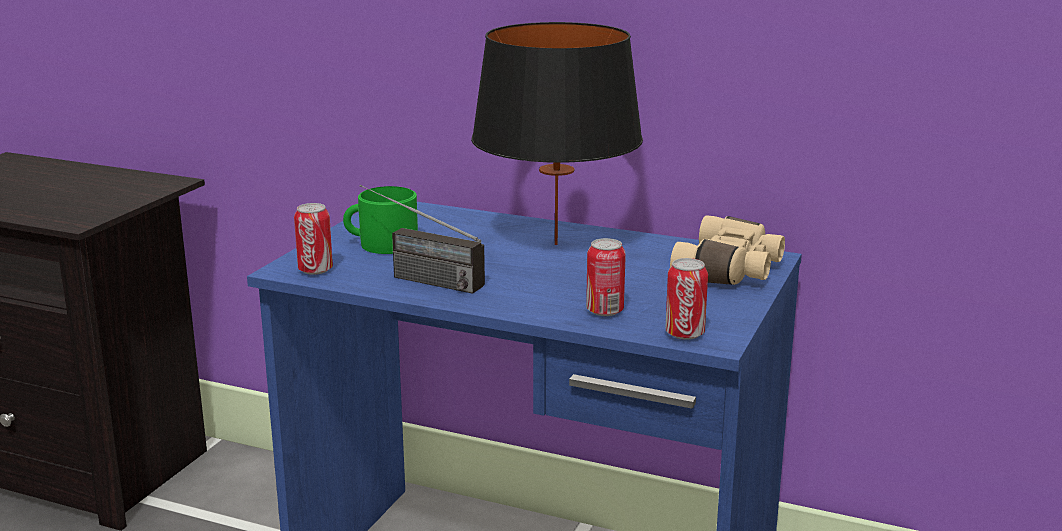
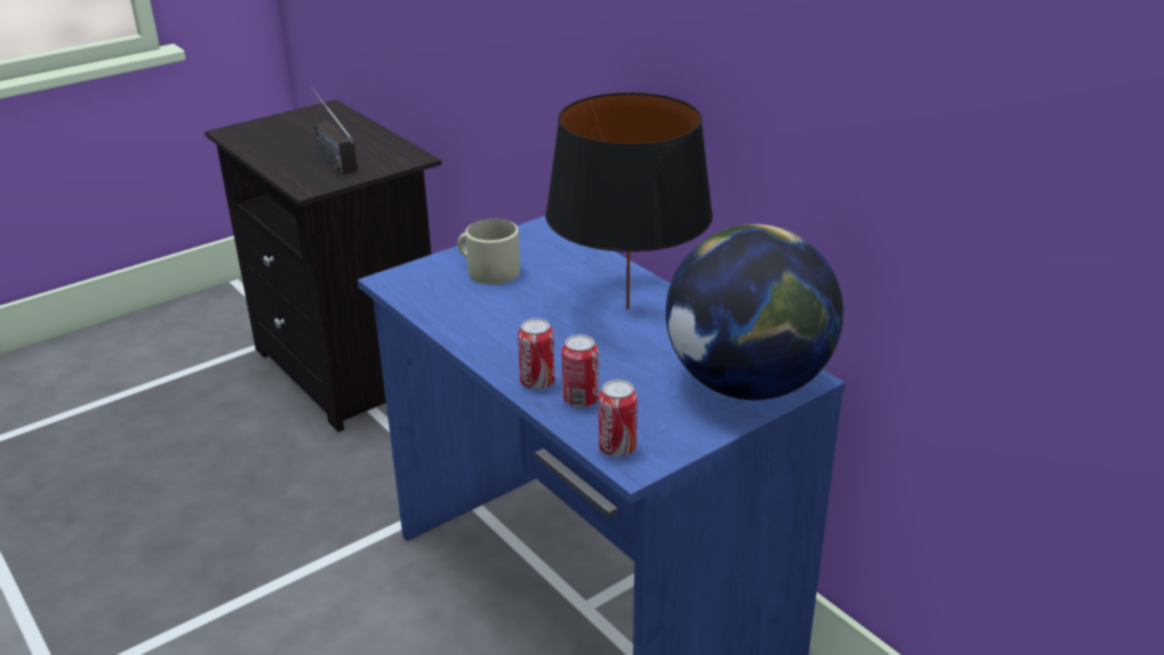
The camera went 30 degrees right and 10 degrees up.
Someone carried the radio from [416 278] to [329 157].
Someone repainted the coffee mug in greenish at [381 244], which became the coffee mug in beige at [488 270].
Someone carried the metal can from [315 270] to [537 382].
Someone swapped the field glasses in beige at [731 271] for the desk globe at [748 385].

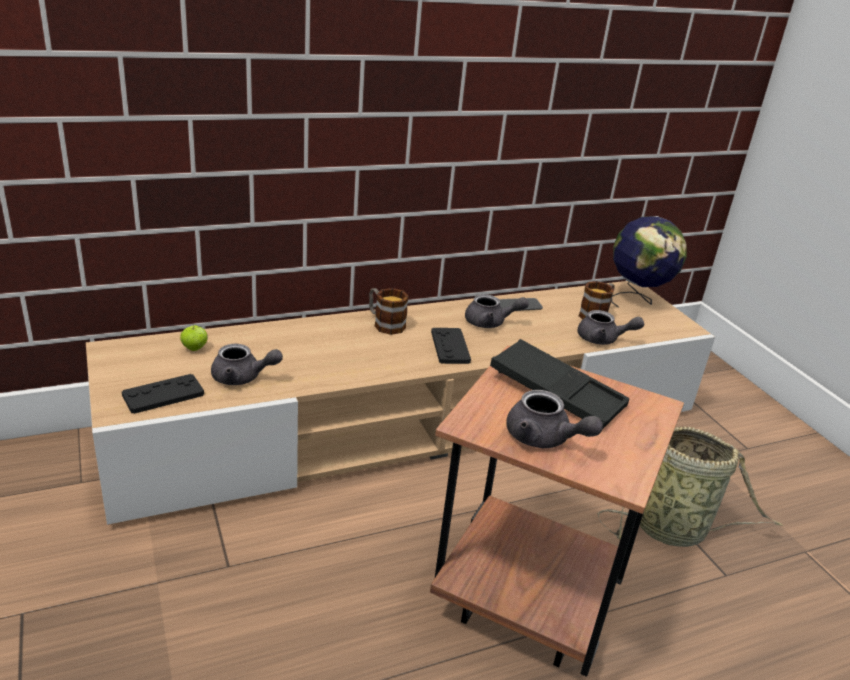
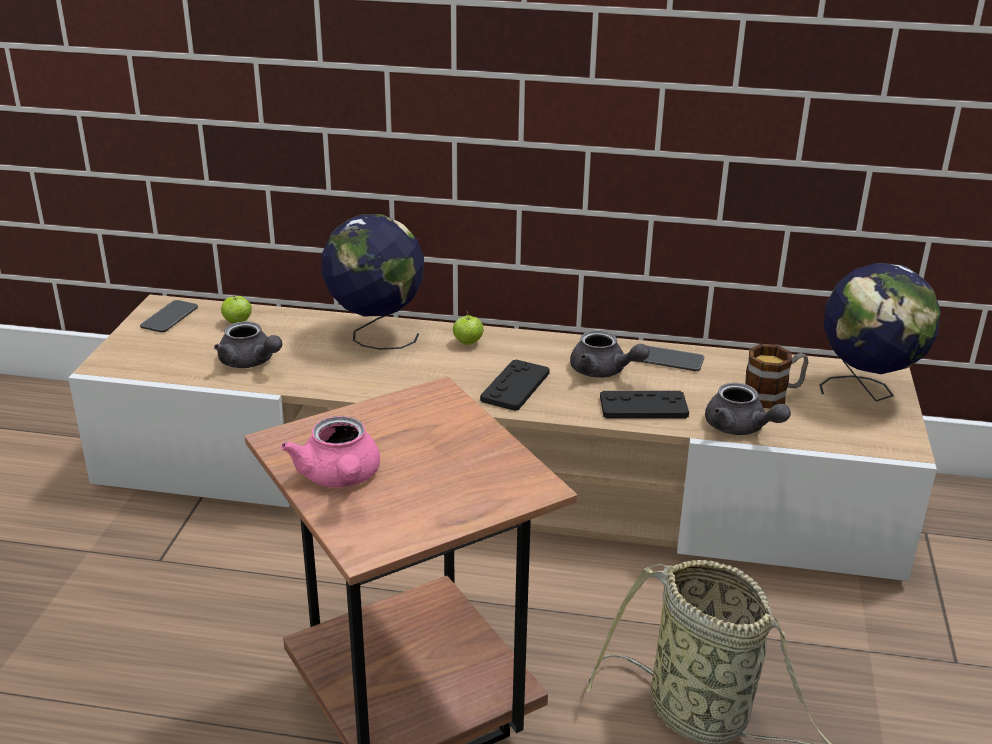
The camera went 35 degrees right and 0 degrees up.
Someone put down the phone at [169 317].
Someone repainted the teapot in gray at [544 439], which became the teapot in pinkish at [340 478].
Someone put down the desk globe at [375 335].
Someone swapped the coffee mug at [385 323] for the apple fruit at [468 343].
Someone carried the joypad in blackish from [163 395] to [643 407].
Someone took away the tray in blackish at [556 392].

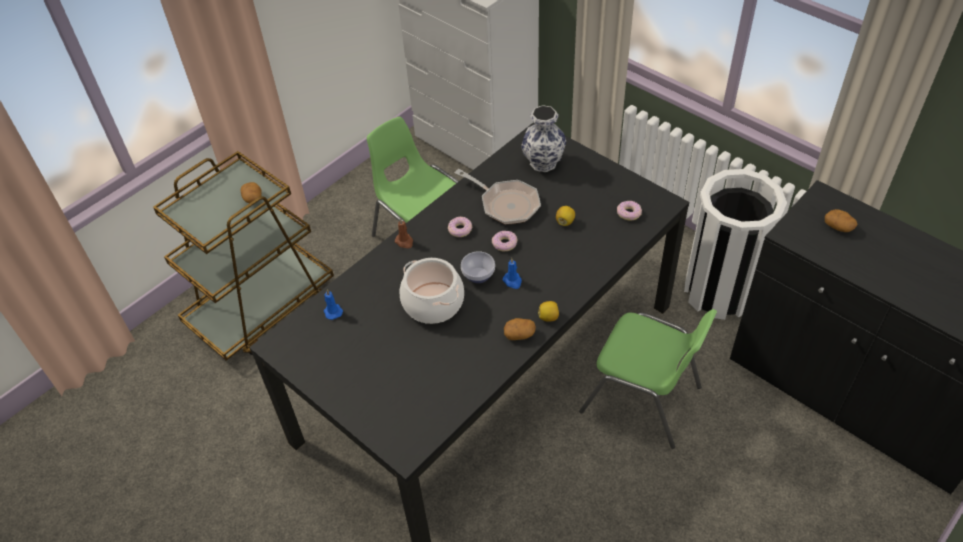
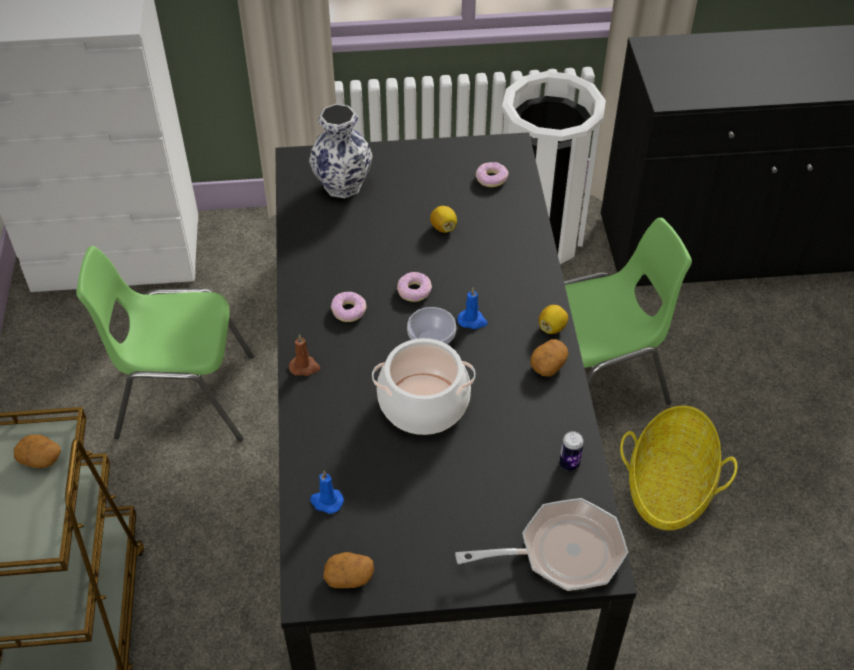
The camera went 50 degrees left and 0 degrees up.
Someone carried the potato from [838 226] to [349 576].
Someone carried the frying pan from [506 204] to [562 552].
Someone put down the metal can at [569 464].
Someone put down the household basket at [669 487].

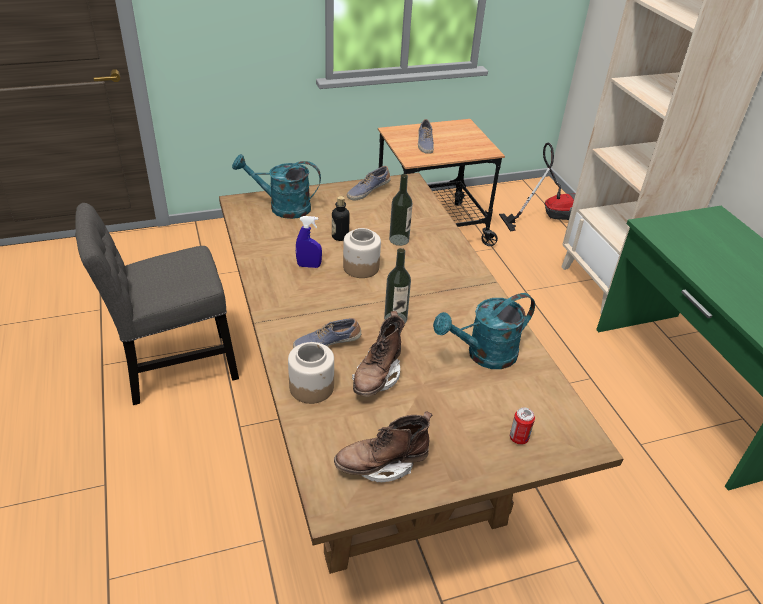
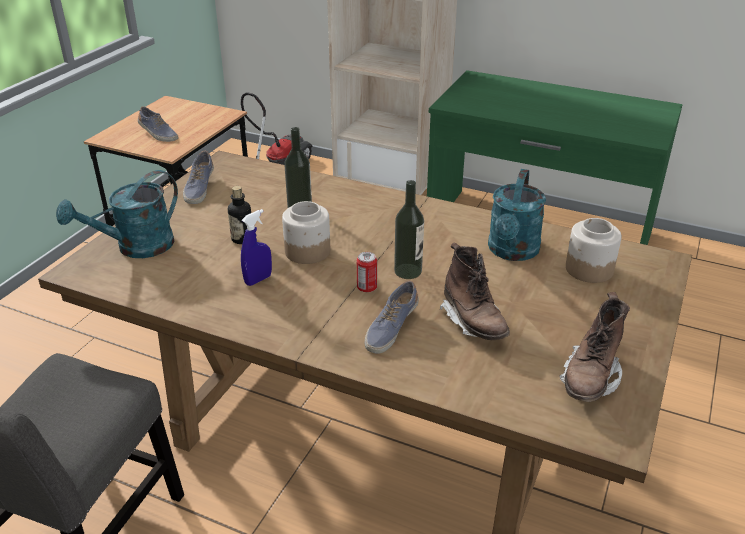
The camera went 45 degrees left and 5 degrees down.
Someone carried the metal can from [518 438] to [367 288].
Someone carried the preserve jar from [312 387] to [588 269].

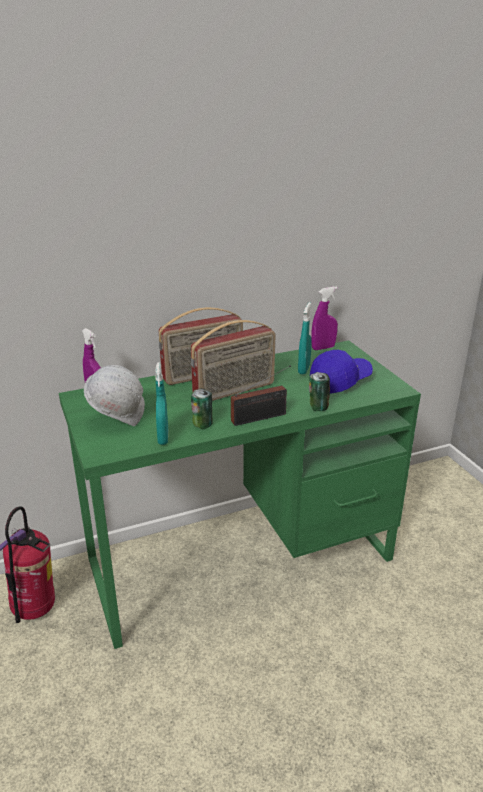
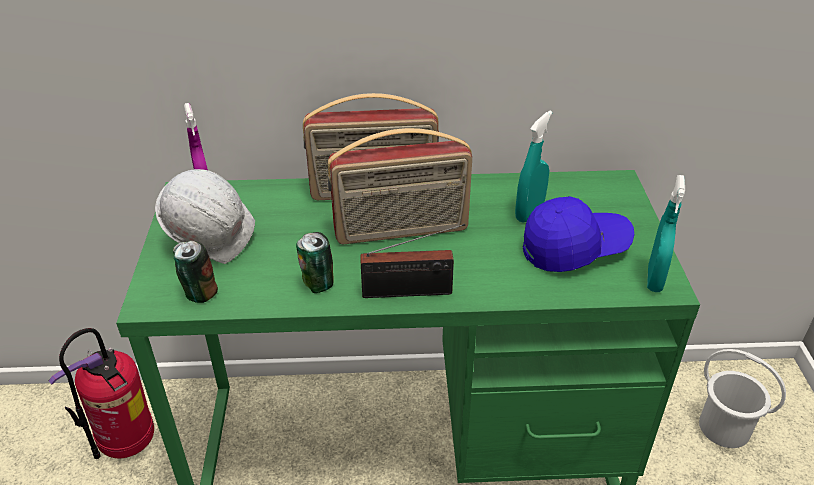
The camera went 20 degrees right and 10 degrees up.
Someone carried the metal can from [318 407] to [199 294].
Someone carried the spray bottle in turquoise from [163 438] to [654 279].
Someone put down the pail in whitish at [724 426].
Someone took away the spray bottle in purple at [323 348].

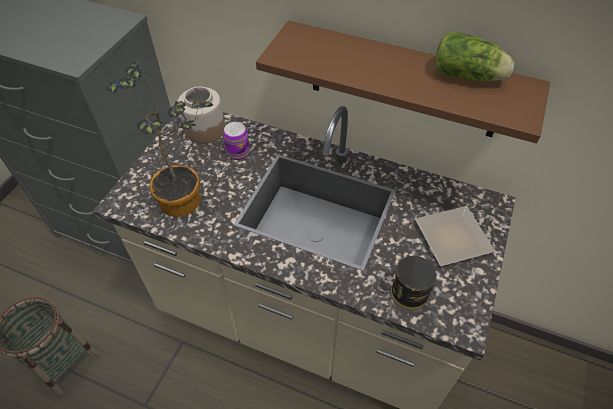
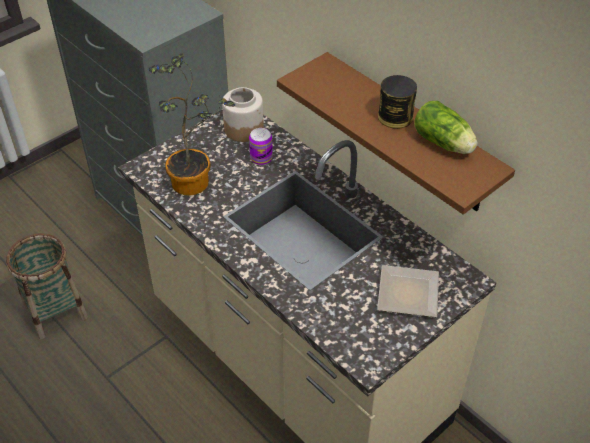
The camera went 25 degrees right and 5 degrees down.
Someone carried the metal can from [409 293] to [395 117].

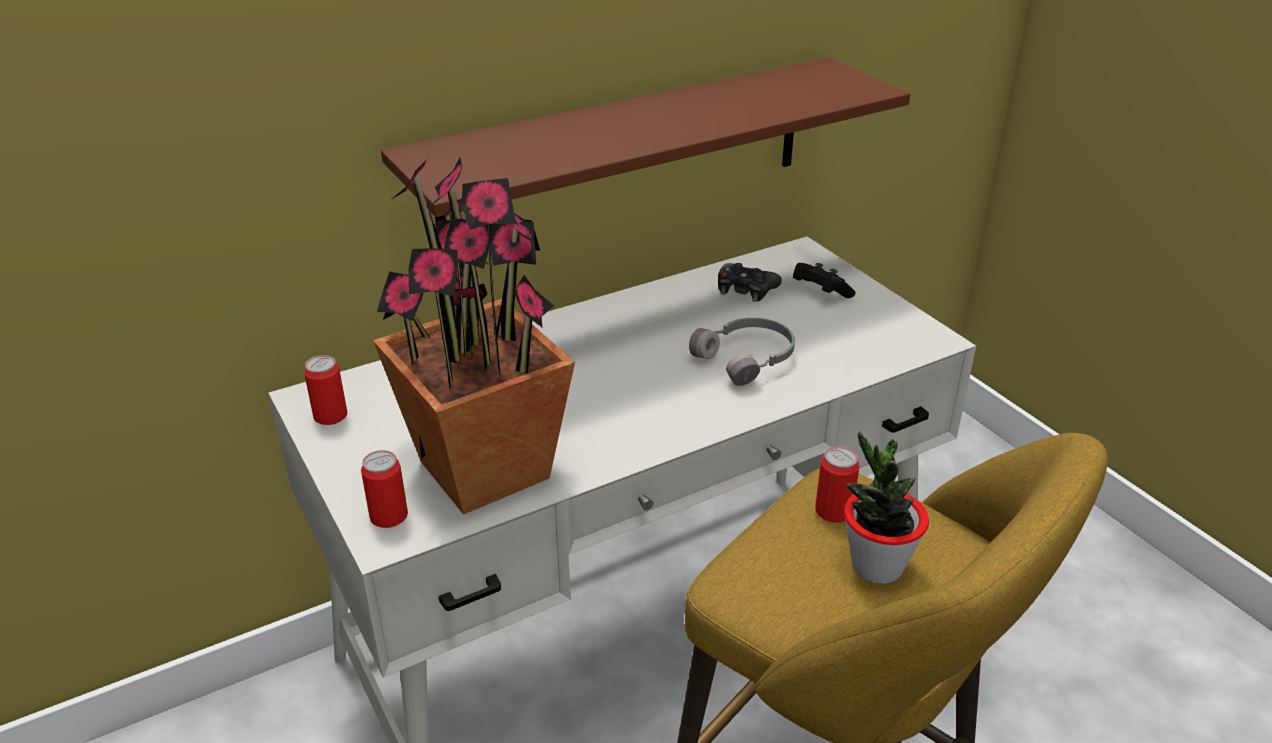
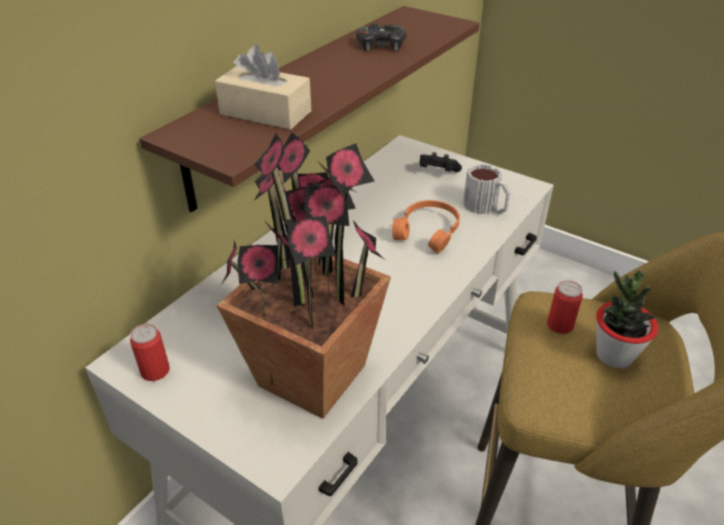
The camera went 25 degrees left and 5 degrees up.
Someone put down the tissue box in beige at [265 113].
Someone carried the joypad in blackish from [745 289] to [381 45].
Someone repainted the headphones in gray at [747 359], which became the headphones in orange-coloured at [429 231].
Someone put down the coffee mug at [486 207].
Someone took away the metal can at [389 516].

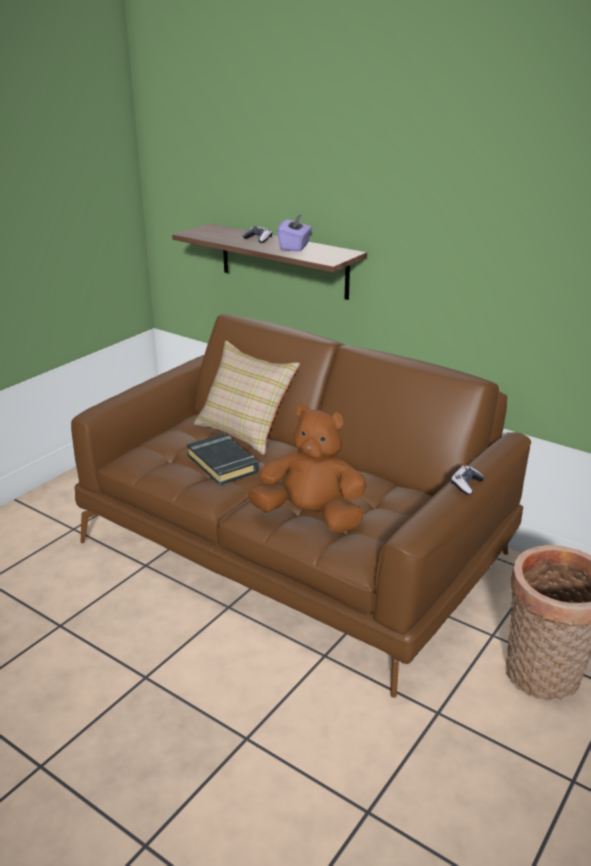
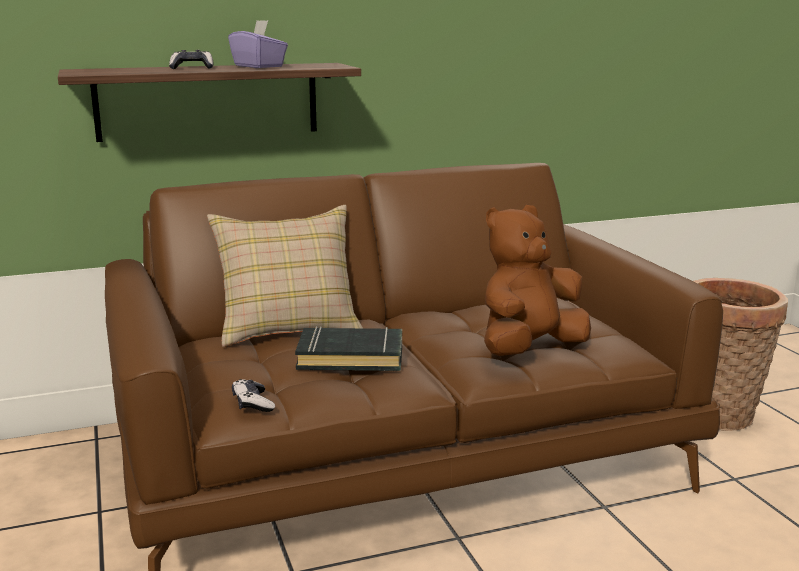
The camera went 55 degrees left and 10 degrees down.
Someone carried the joypad from [466 485] to [252 404].

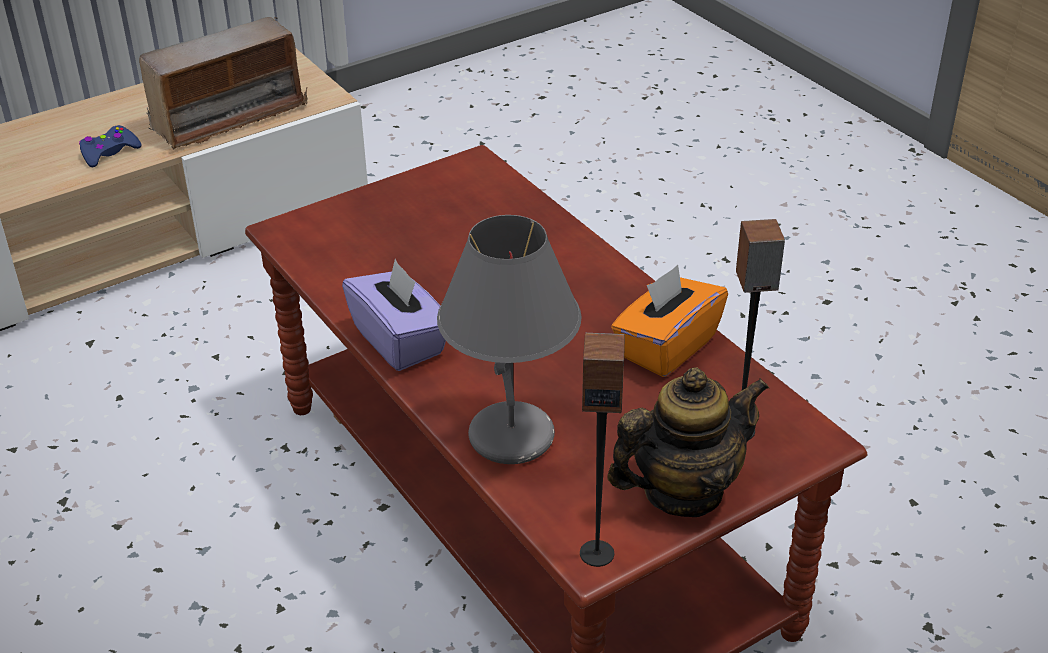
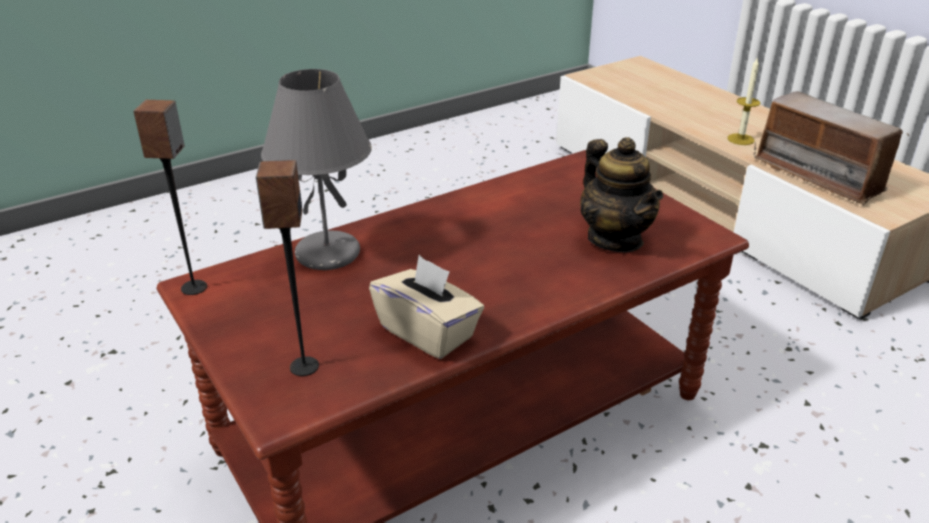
The camera went 90 degrees right and 5 degrees down.
Someone repainted the tissue box in orange-coloured at [666 347], which became the tissue box in beige at [428 332].
Someone carried the teapot from [683 491] to [615 239].
Someone swapped the joypad in blue-coloured at [109 152] for the wax candle at [740 139].
Someone took away the tissue box in purple at [400 341].

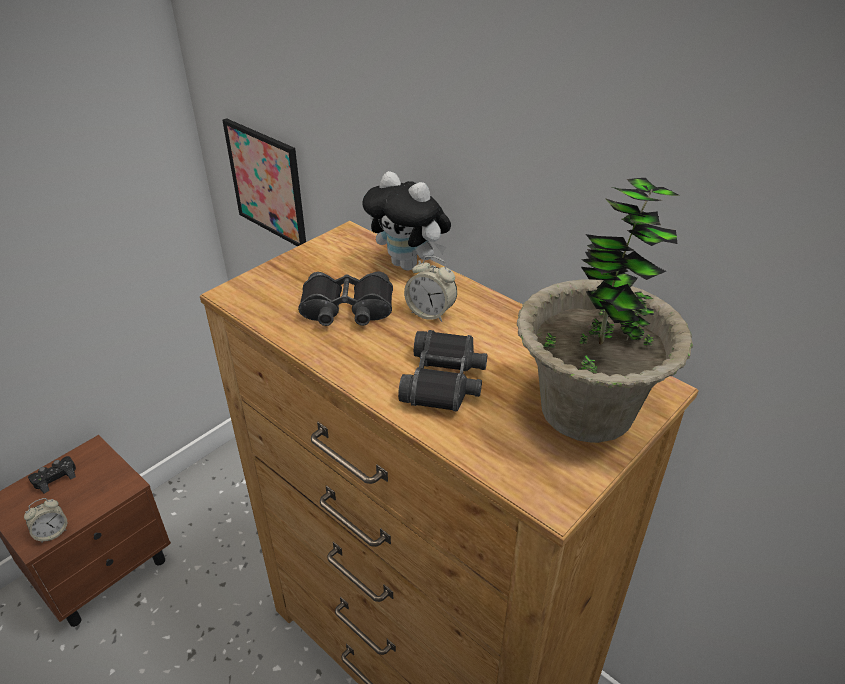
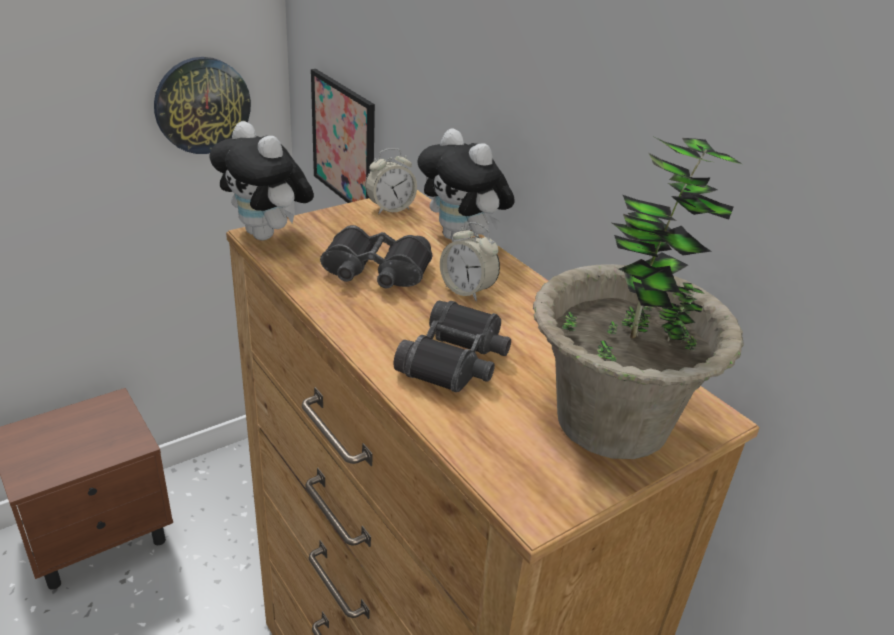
The camera went 10 degrees right and 5 degrees down.
Someone put up the hanging clock at [202 105].
Someone put down the plush toy at [267 235].
Someone carried the table clock from [52 532] to [390 208].
Someone took away the joypad in blackish at [55 477].

